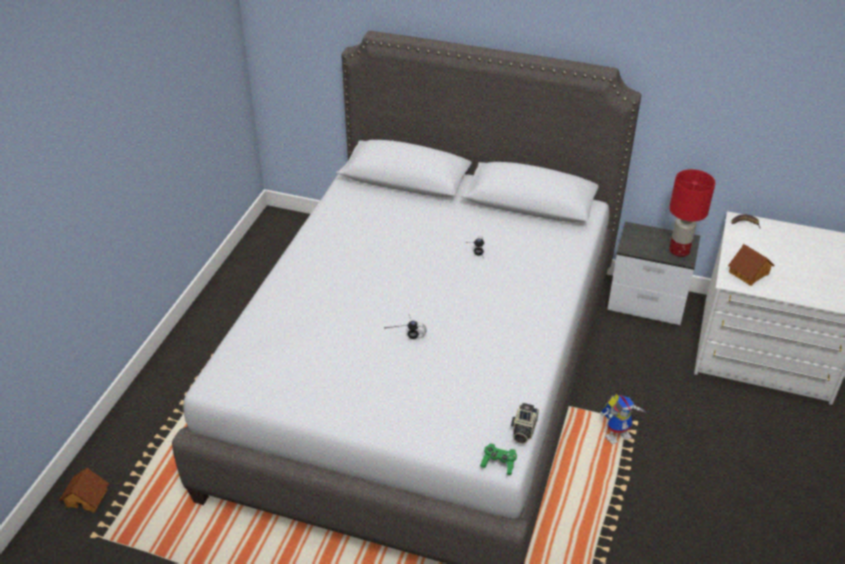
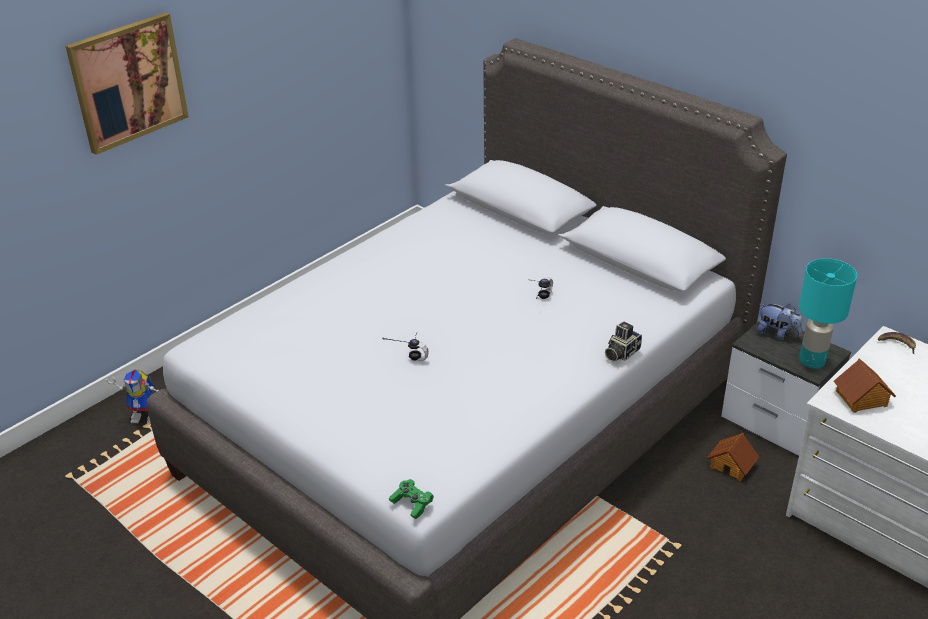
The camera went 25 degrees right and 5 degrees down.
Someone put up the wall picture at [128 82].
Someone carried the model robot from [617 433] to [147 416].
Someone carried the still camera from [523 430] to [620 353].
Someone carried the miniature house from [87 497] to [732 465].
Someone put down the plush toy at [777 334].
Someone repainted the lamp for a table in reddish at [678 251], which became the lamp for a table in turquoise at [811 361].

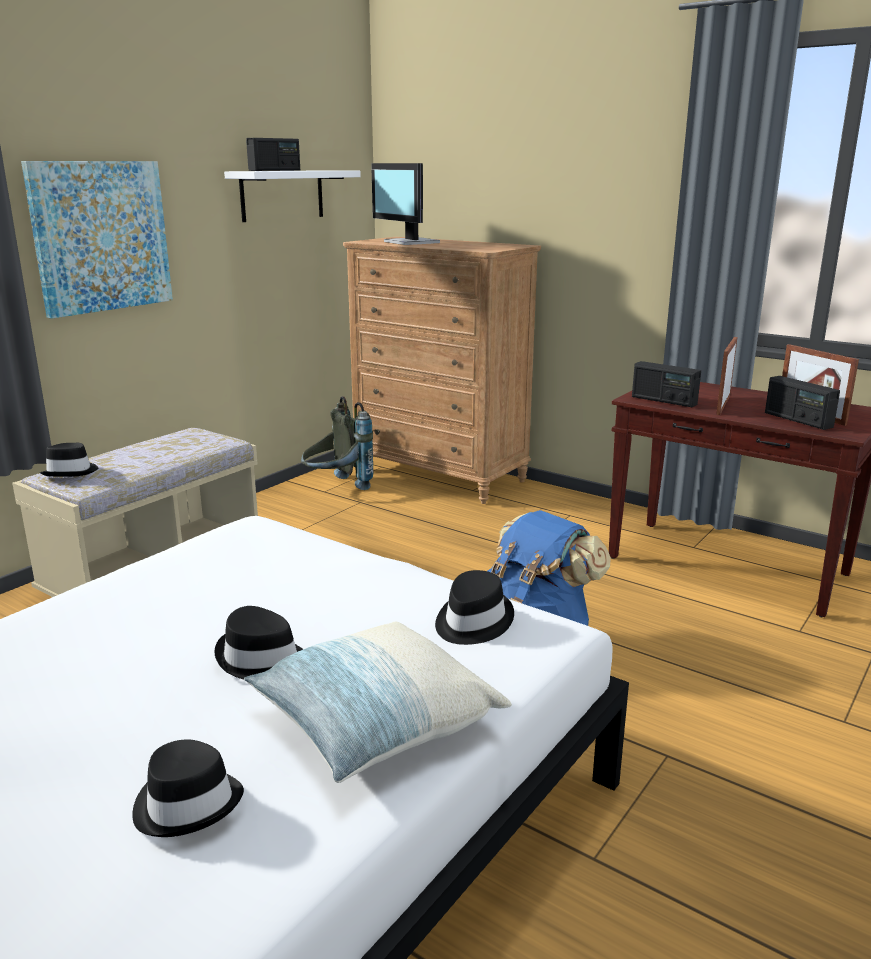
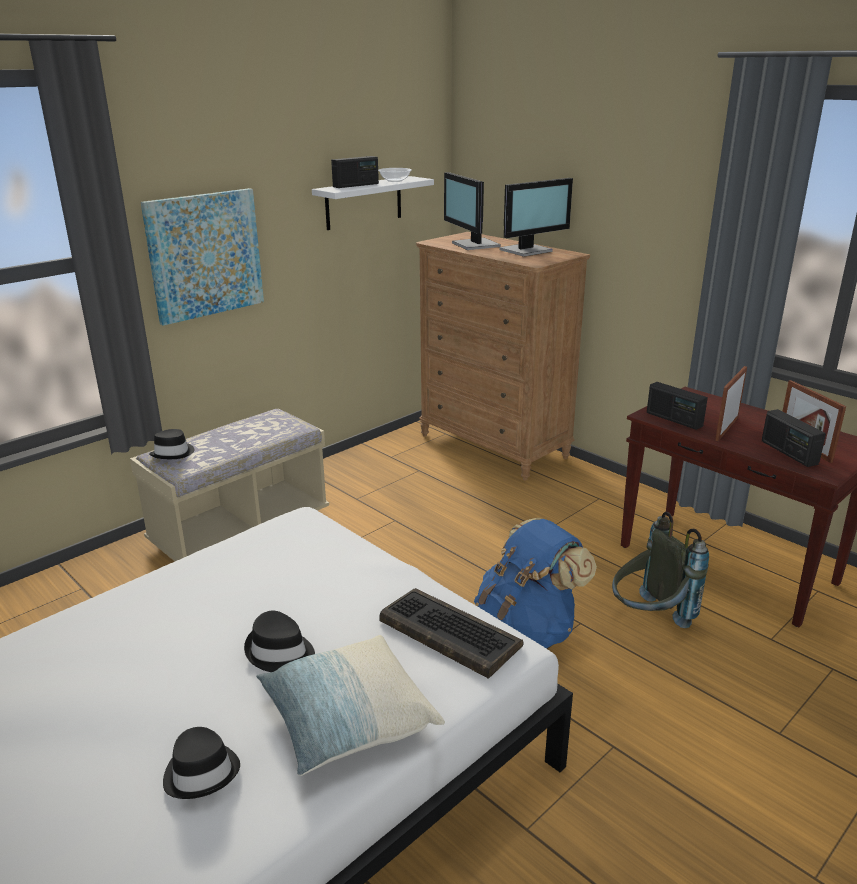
The camera went 10 degrees right and 5 degrees up.
Someone put down the bowl at [395 180].
Someone swapped the wearable hat in blackish at [472 622] for the keyboard at [447 633].
Someone put down the monitor at [527 251].
Someone carried the backpack in gray from [337 488] to [649 619].

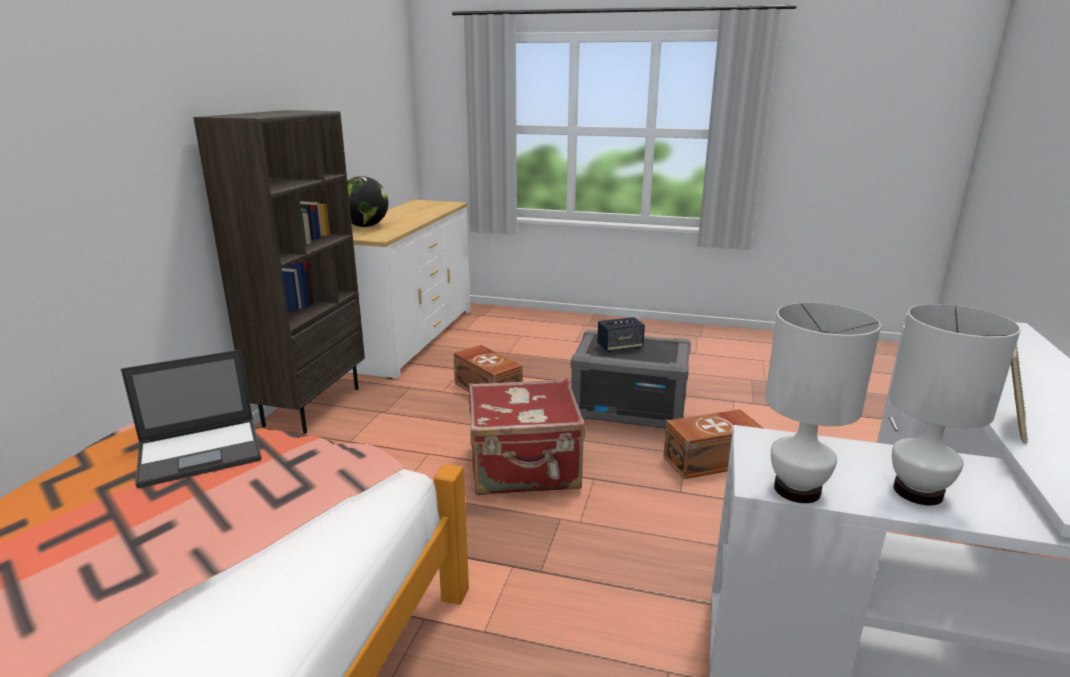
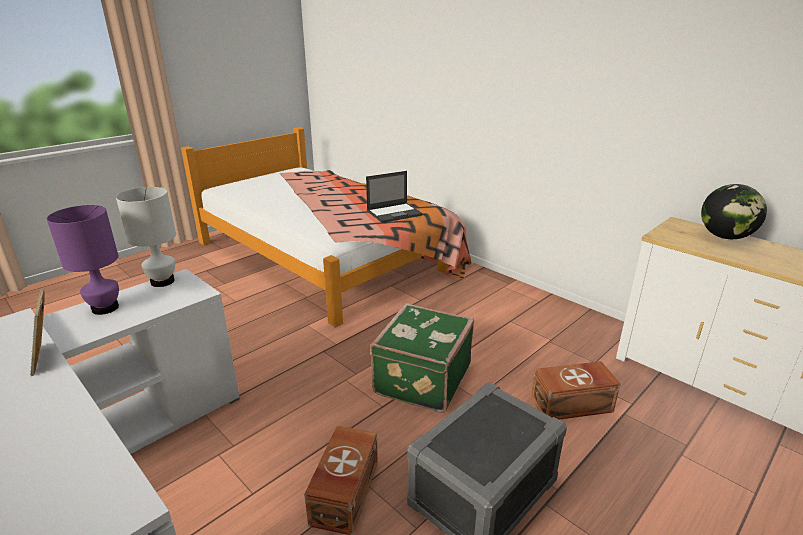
The camera went 120 degrees right and 5 degrees up.
Someone repainted the lamp for a table in whitish at [918 492], which became the lamp for a table in purple at [105 308].
Someone rotated the portable computer at [201 452] by 120 degrees counterclockwise.
Someone repainted the suitcase in reddish at [525 469], which became the suitcase in greenish at [420 379].
Someone took away the shelving unit in brownish at [312 406].
Someone took away the speaker at [619 347].

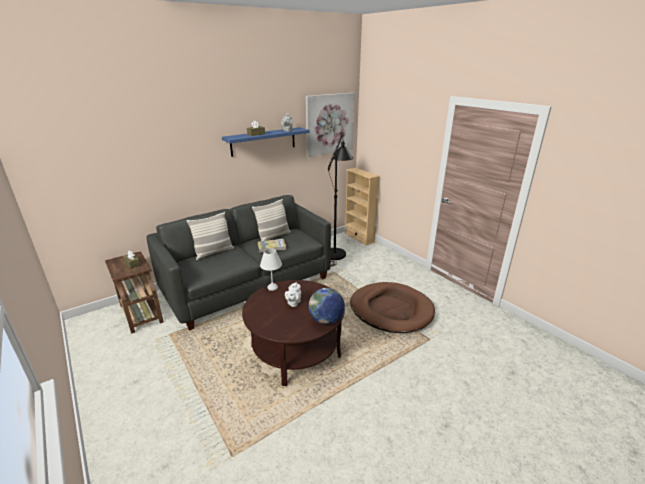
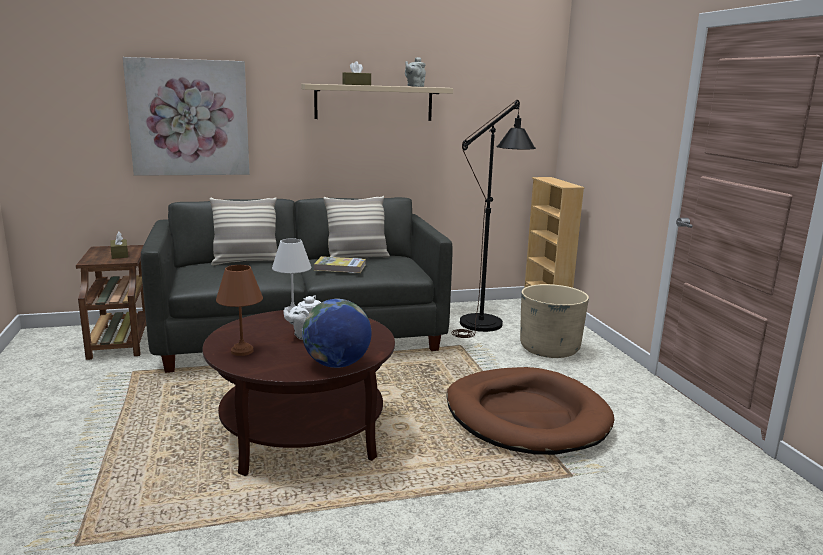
The camera went 20 degrees right and 10 degrees down.
Someone carried the wall picture from [329 124] to [189 118].
Someone put down the lamp for a table in brownish at [243 351].
Someone repainted the shelf in blue-coloured at [263 141], which became the shelf in beige at [374 102].
Someone put down the plant pot in beige at [549 349].

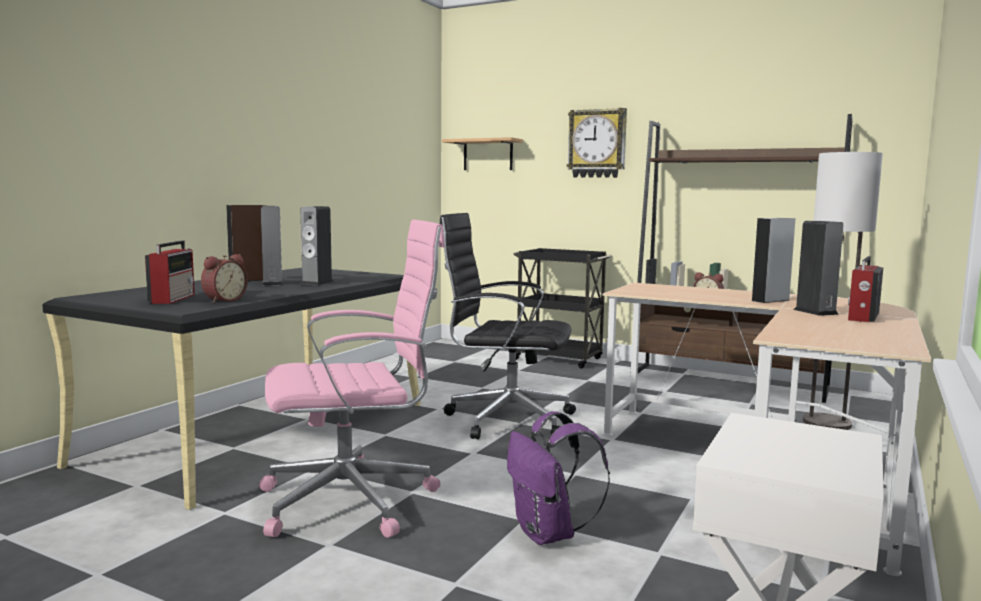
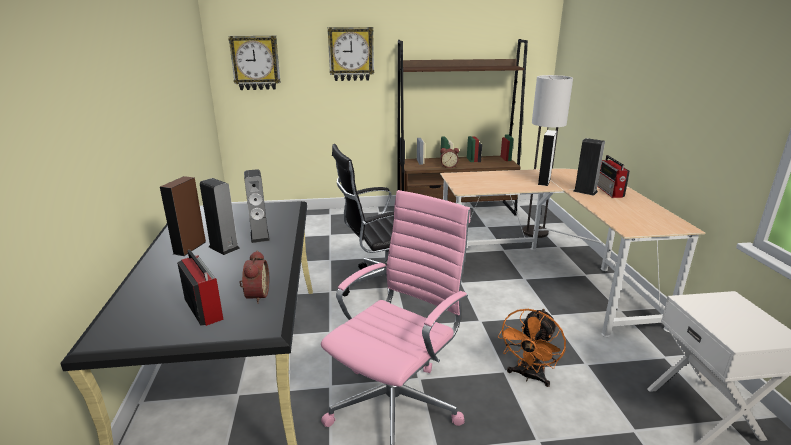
The camera went 35 degrees left and 15 degrees up.
Someone swapped the shelf at [488 155] for the hanging clock at [255 63].
Someone swapped the backpack in purple at [549 534] for the electric fan in orange-coloured at [528 376].
Someone took away the cart in blackish at [559 359].

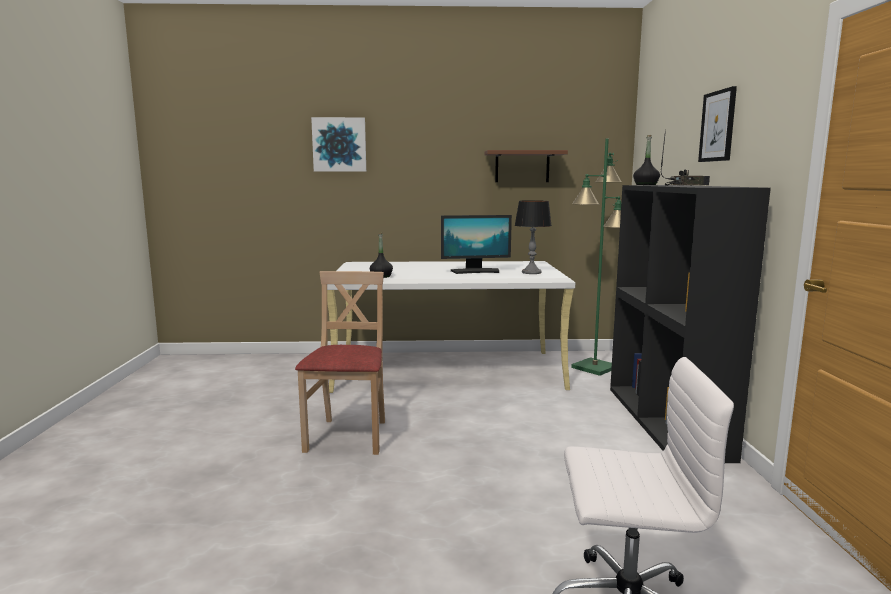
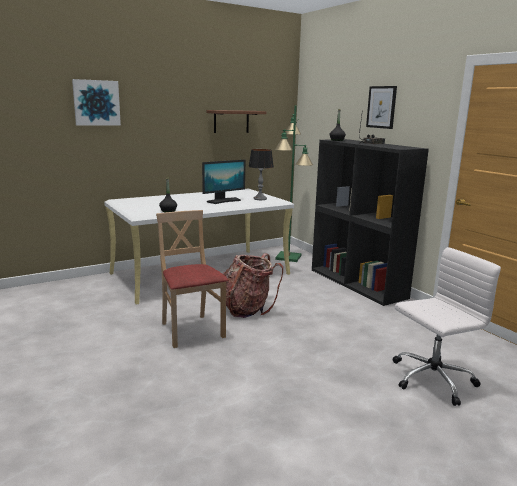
The camera went 30 degrees left and 5 degrees up.
Someone put down the backpack at [247 309].

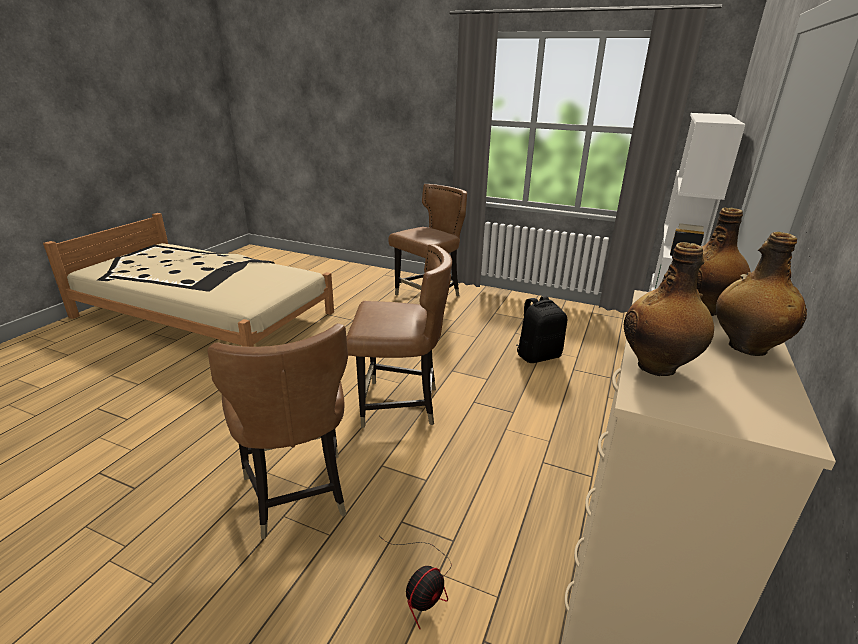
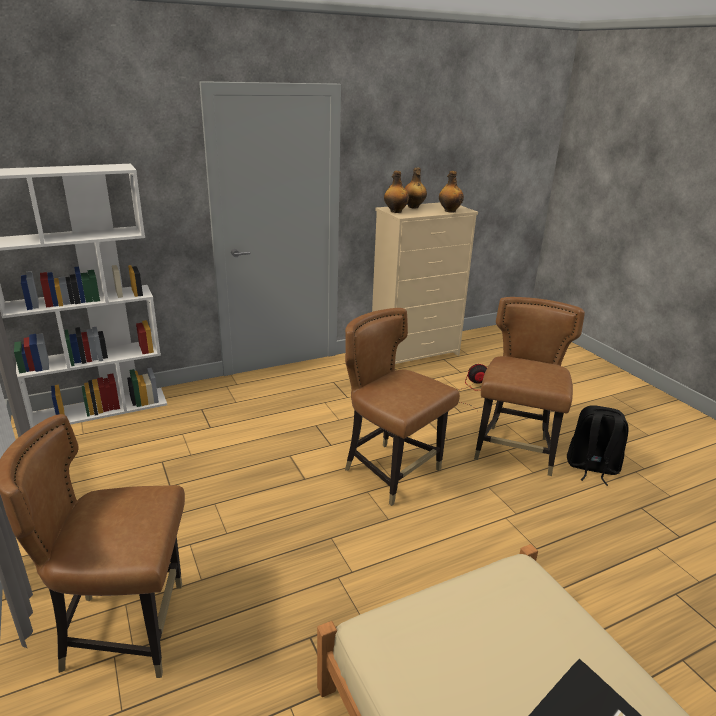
The camera went 140 degrees left and 0 degrees up.
Someone carried the backpack in blackish from [538 355] to [591 468].

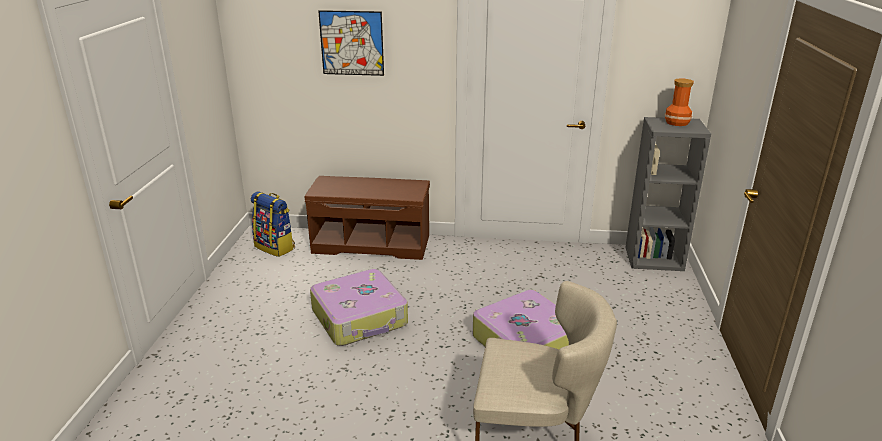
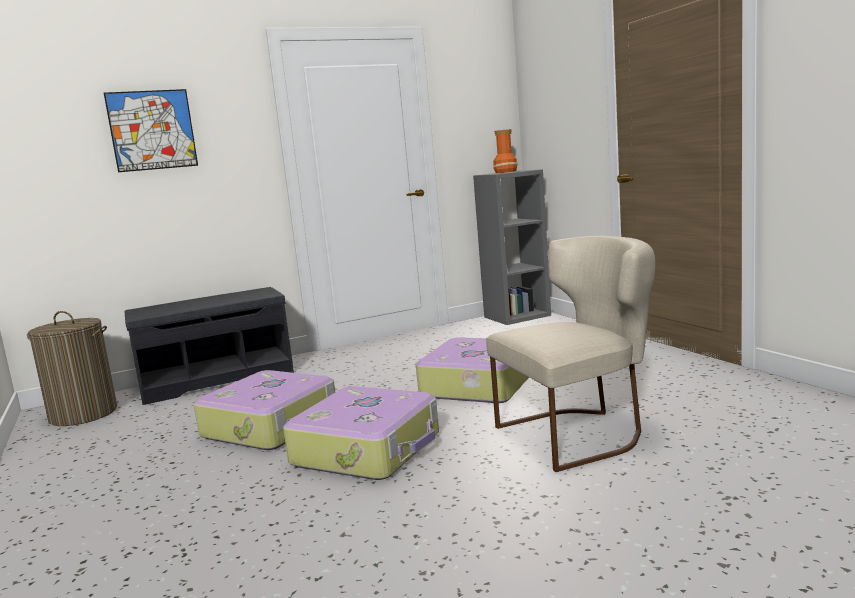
The camera went 30 degrees left and 15 degrees down.
Someone swapped the backpack at [275 247] for the washing basket at [83 414].
Someone repainted the bench in brownish at [372 243], which became the bench in gray at [218 379].
Someone put down the suitcase at [368 449].

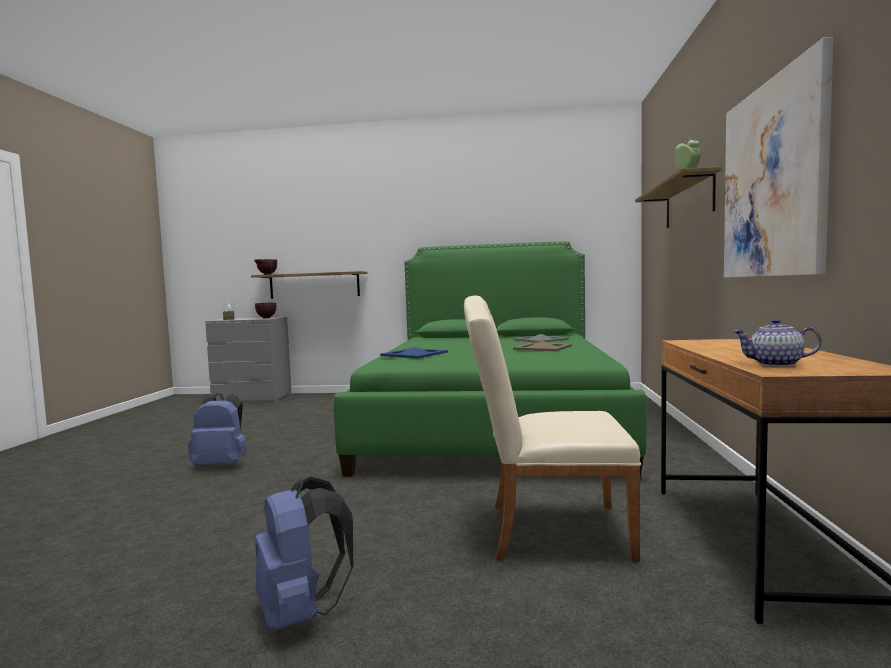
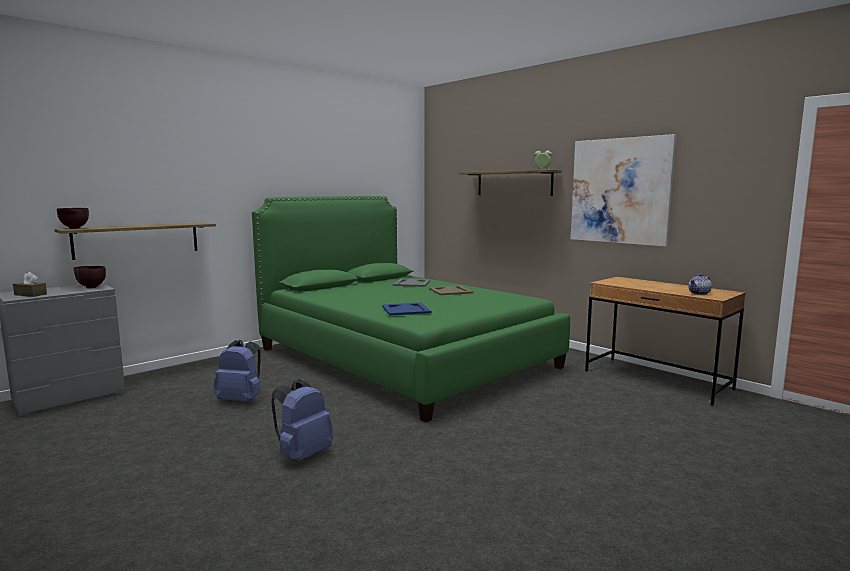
The camera went 50 degrees left and 5 degrees up.
Someone carried the backpack in blue-coloured from [301 613] to [241 400].
Someone took away the upright chair in beige at [546 530].

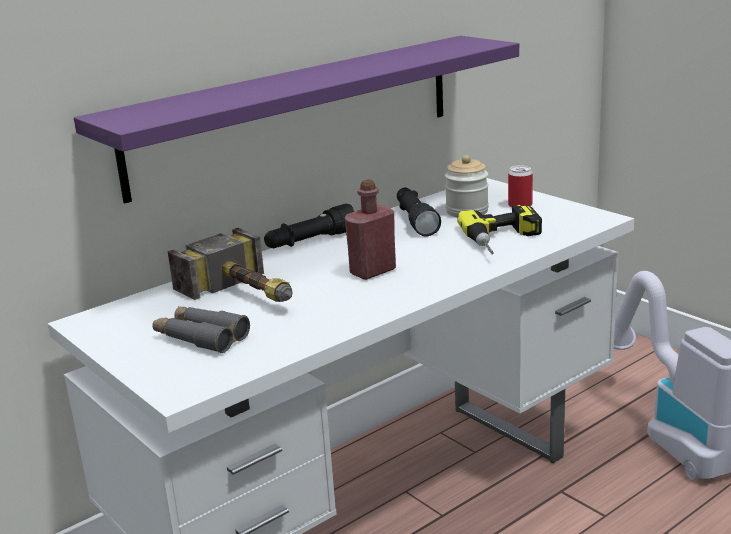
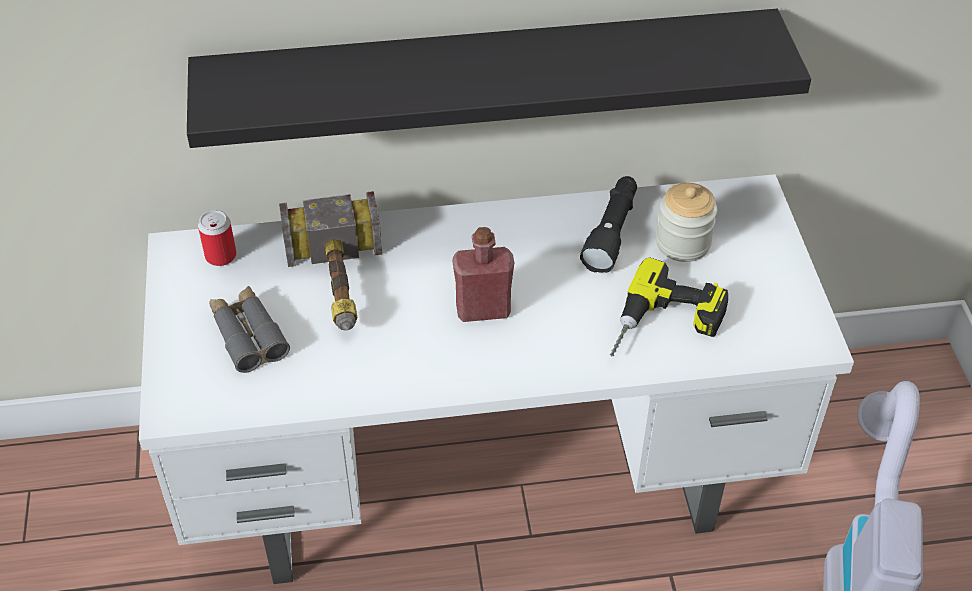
The camera went 30 degrees right and 25 degrees up.
Someone repainted the shelf in purple at [297 113], which became the shelf in blackish at [489 75].
Someone carried the metal can from [520 205] to [221 256].
Someone took away the hand torch in blackish at [310 241].

